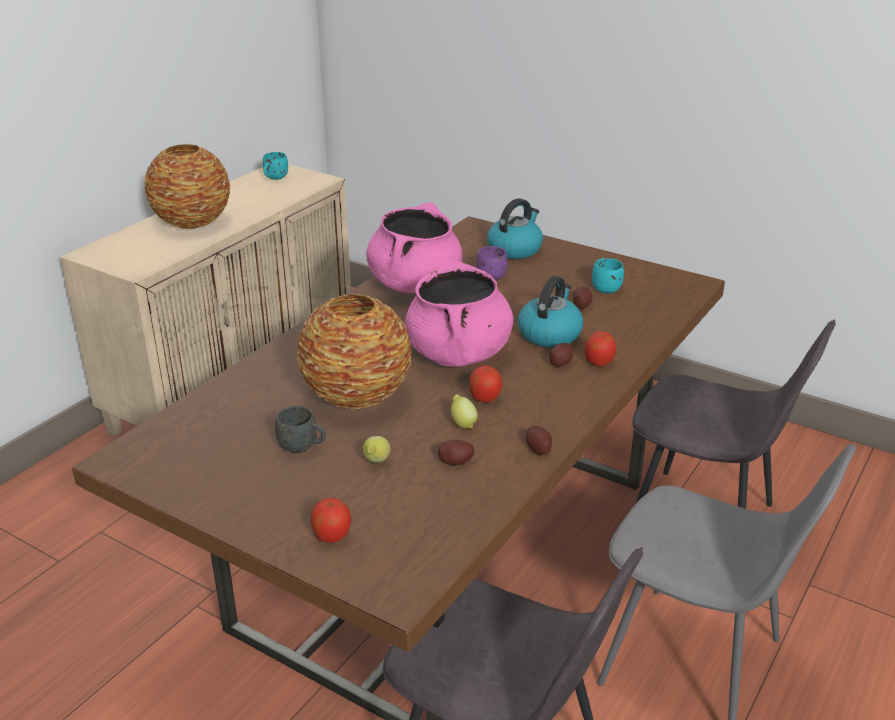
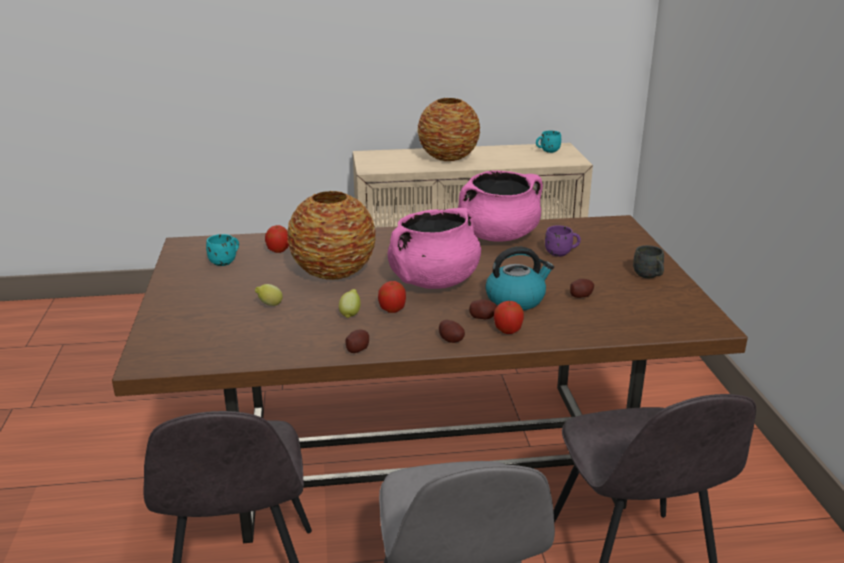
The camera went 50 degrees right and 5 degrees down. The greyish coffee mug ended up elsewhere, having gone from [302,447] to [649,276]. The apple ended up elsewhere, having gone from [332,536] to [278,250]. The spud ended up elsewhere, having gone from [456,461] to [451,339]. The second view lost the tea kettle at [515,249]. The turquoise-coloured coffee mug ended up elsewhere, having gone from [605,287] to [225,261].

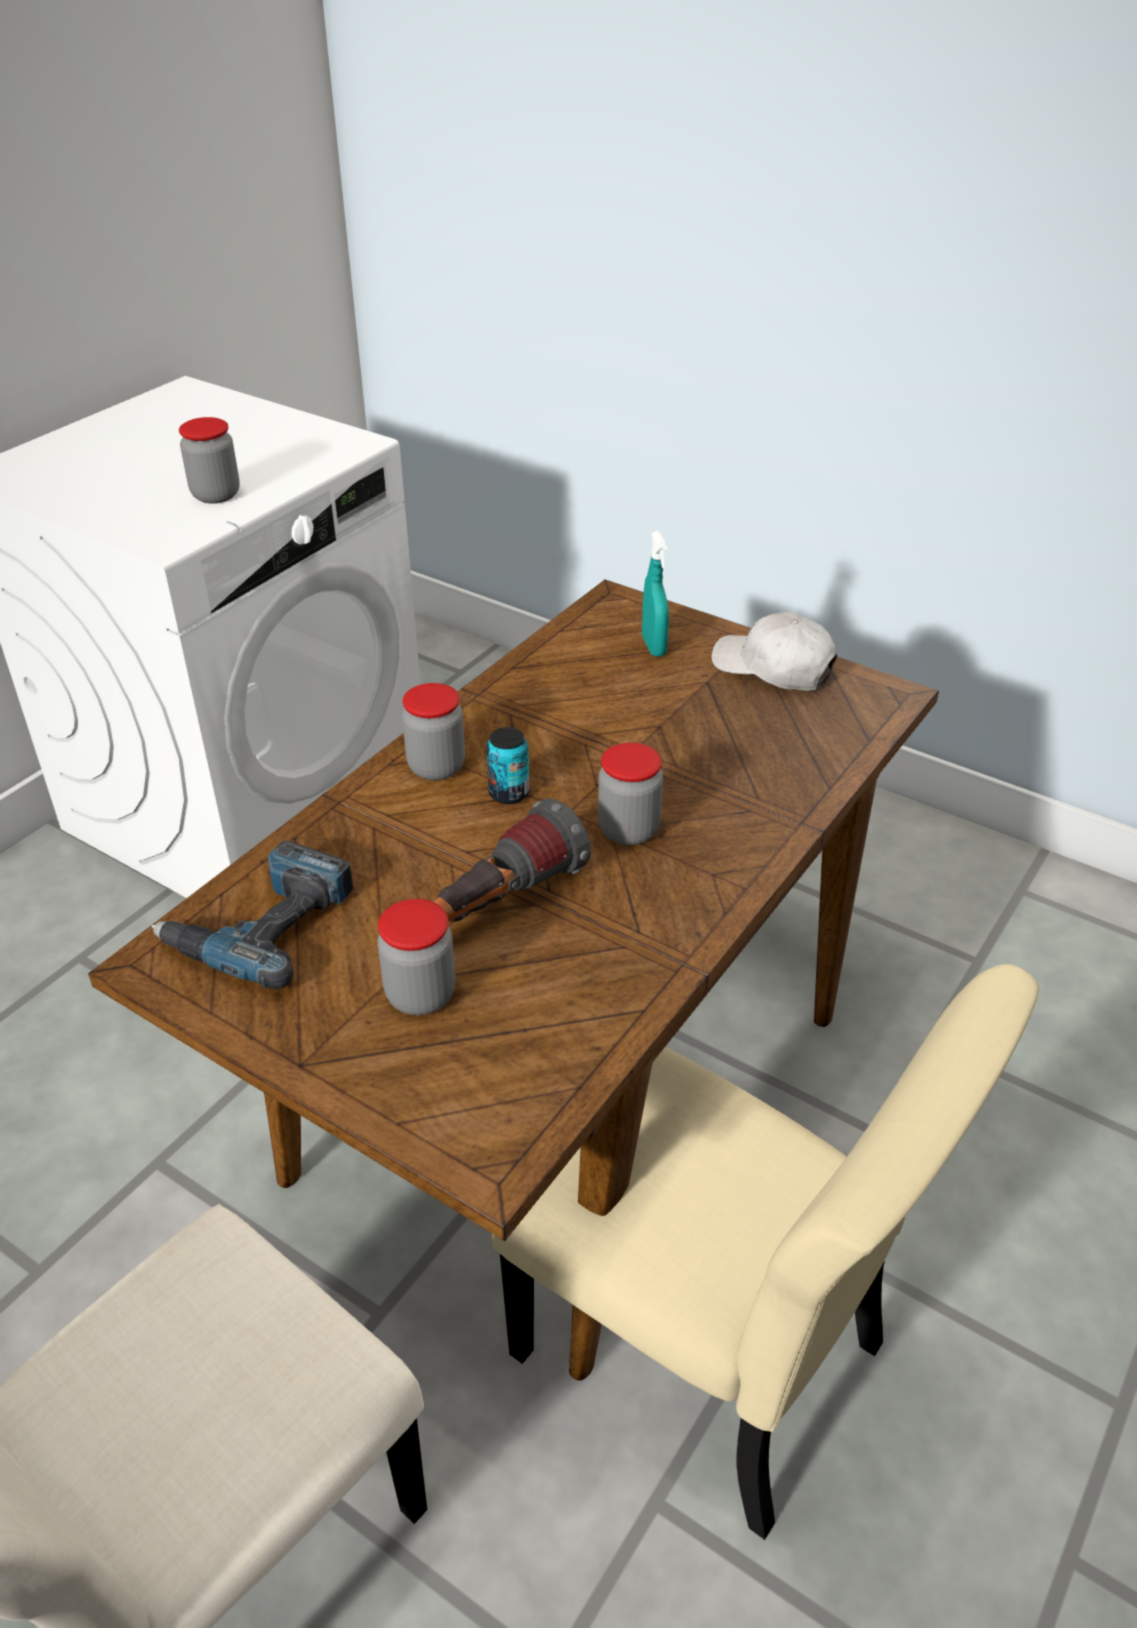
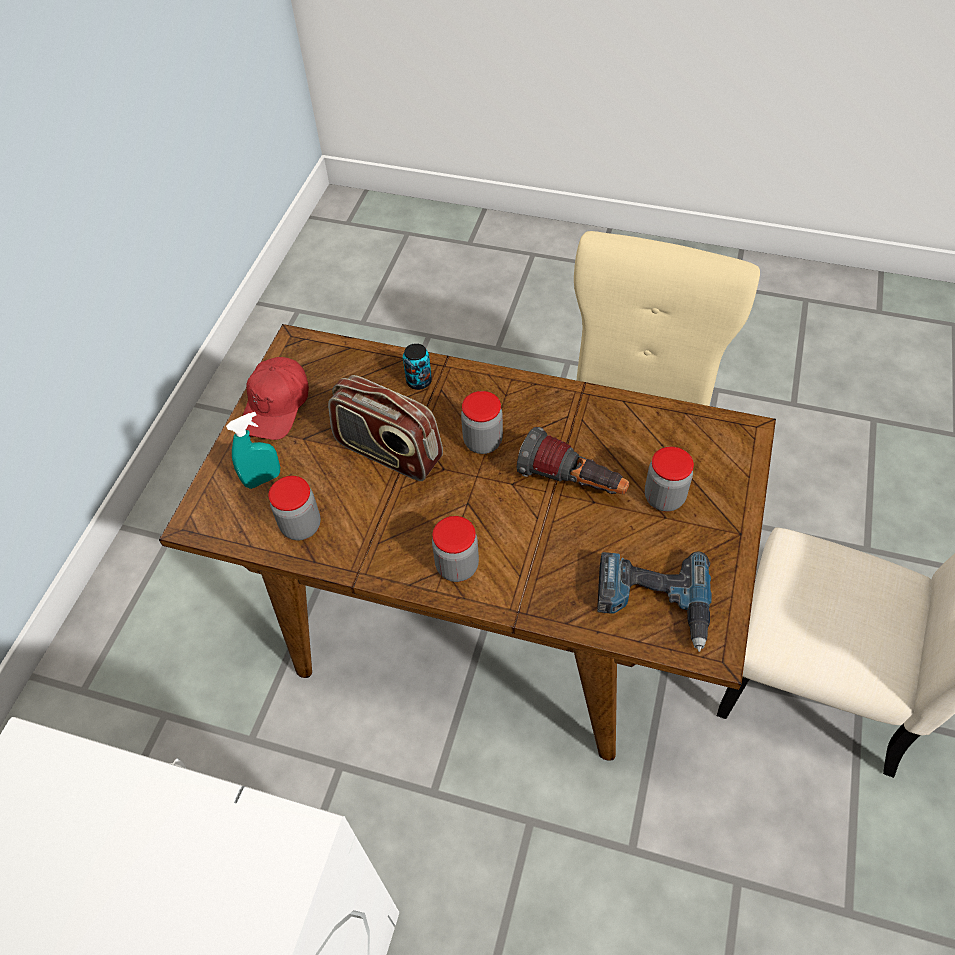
The camera went 105 degrees left and 15 degrees up. The preserve jar ended up elsewhere, having gone from [216,495] to [301,526]. The sealed can ended up elsewhere, having gone from [509,793] to [419,381]. What was the white-coloured cap at [773,668] turned into the red-coloured cap at [277,406]. The second view gained the radio at [388,452].

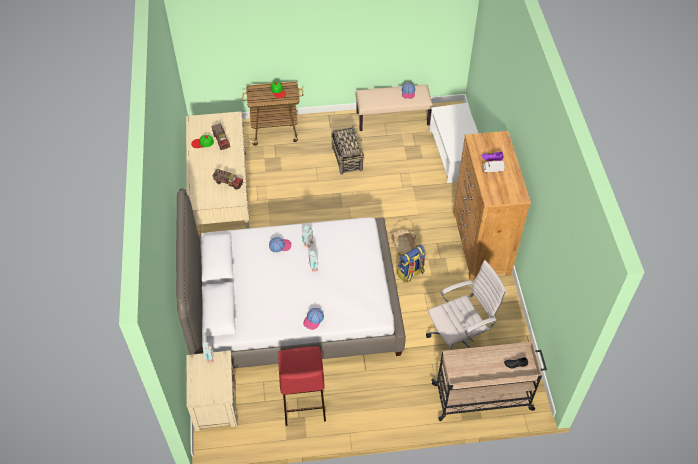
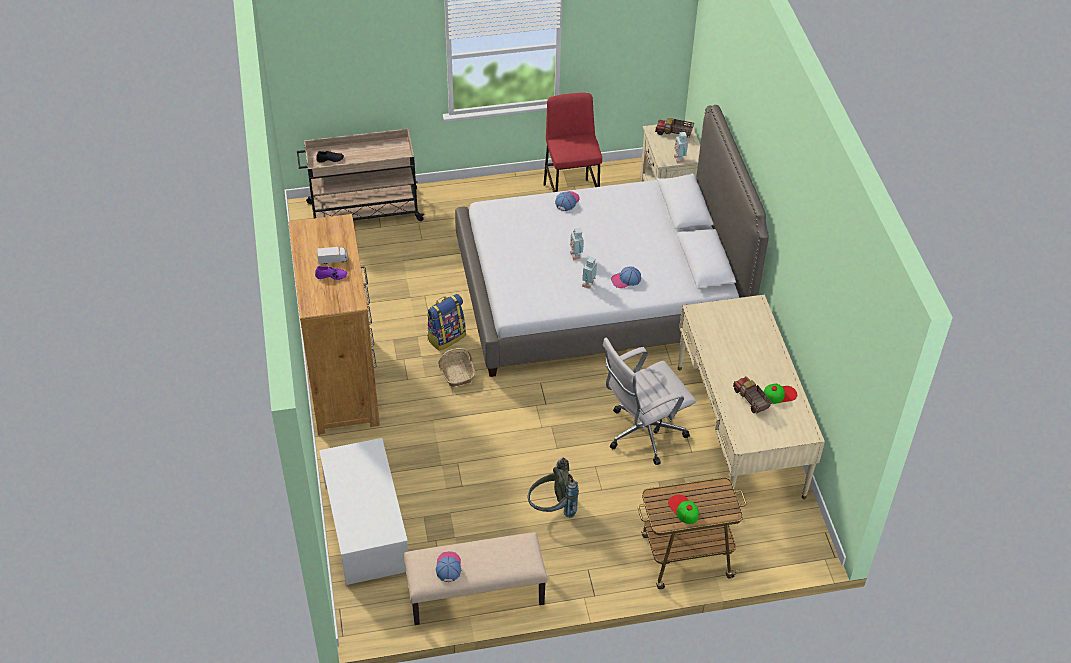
The camera went 175 degrees right and 5 degrees down. The toy truck ended up elsewhere, having gone from [228,182] to [674,134]. Where the basket stood at [347,158], the greyish backpack came to stand at [552,508]. The white-coloured desk chair ended up elsewhere, having gone from [459,340] to [642,434].

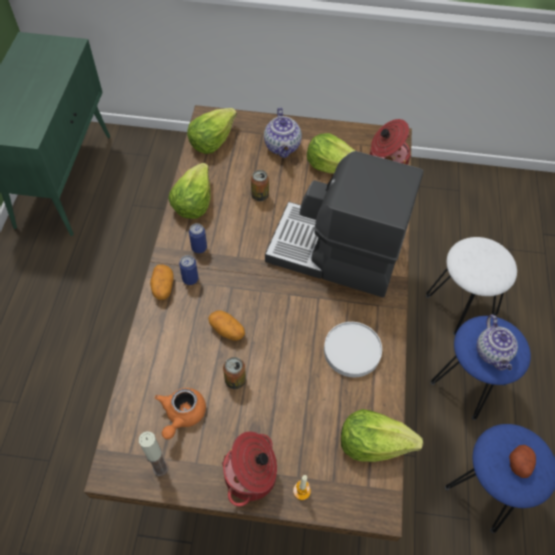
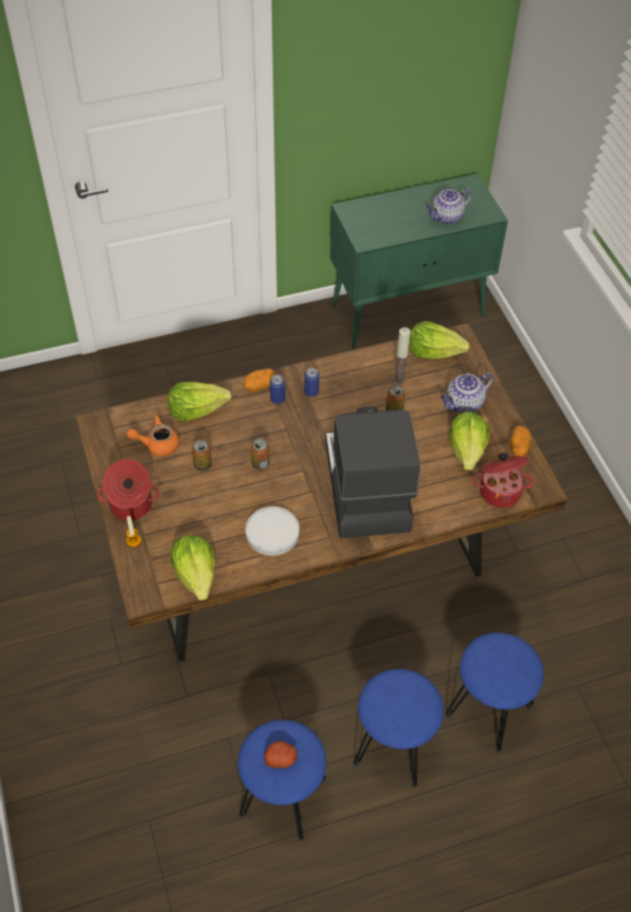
The camera went 65 degrees right and 5 degrees down. The wax light ended up elsewhere, having gone from [160,468] to [399,379]. The lettuce head ended up elsewhere, having gone from [193,201] to [197,409]. The spud ended up elsewhere, having gone from [227,330] to [518,447]. What was the white-coloured sitting stool at [461,306] turned into the bluish sitting stool at [488,711]. The tea pot ended up elsewhere, having gone from [493,353] to [446,217]. The second view gained the sealed can at [260,463].

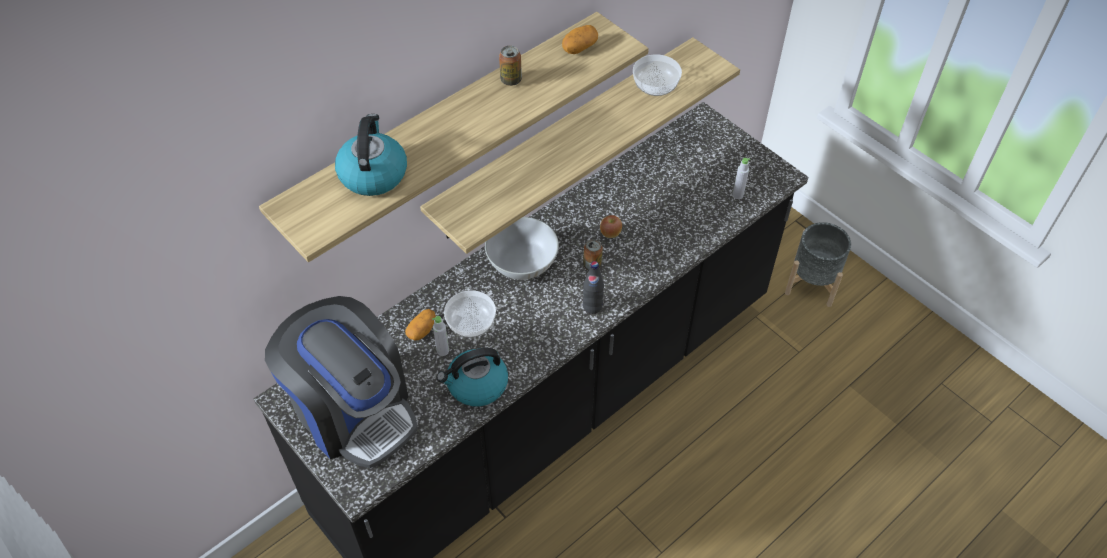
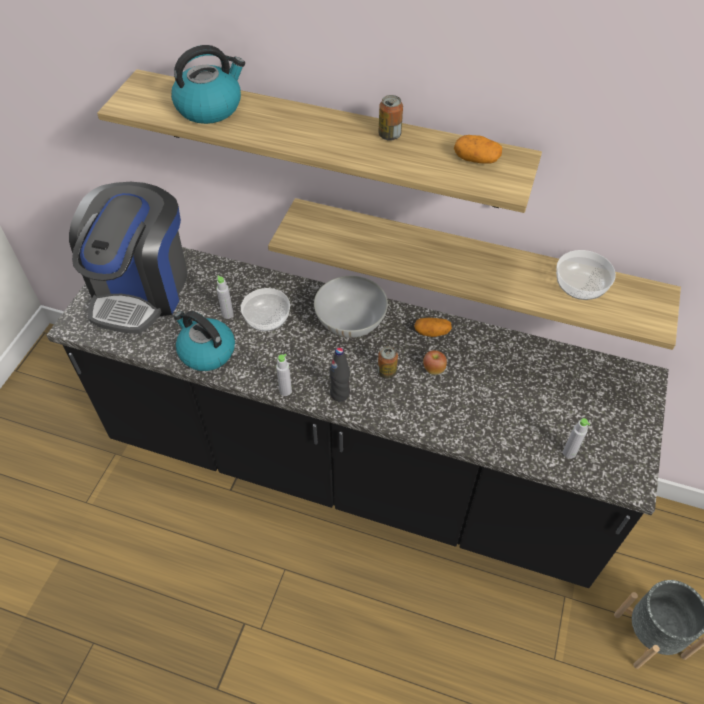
The camera went 60 degrees right and 0 degrees up. The spud ended up elsewhere, having gone from [422,330] to [432,332]. The second view gained the greyish bottle at [285,391].

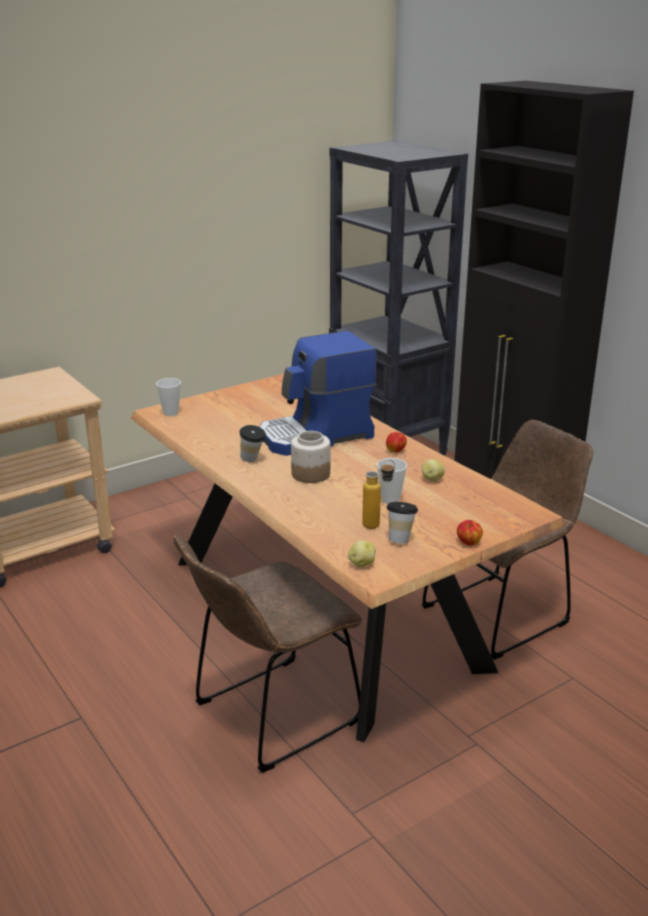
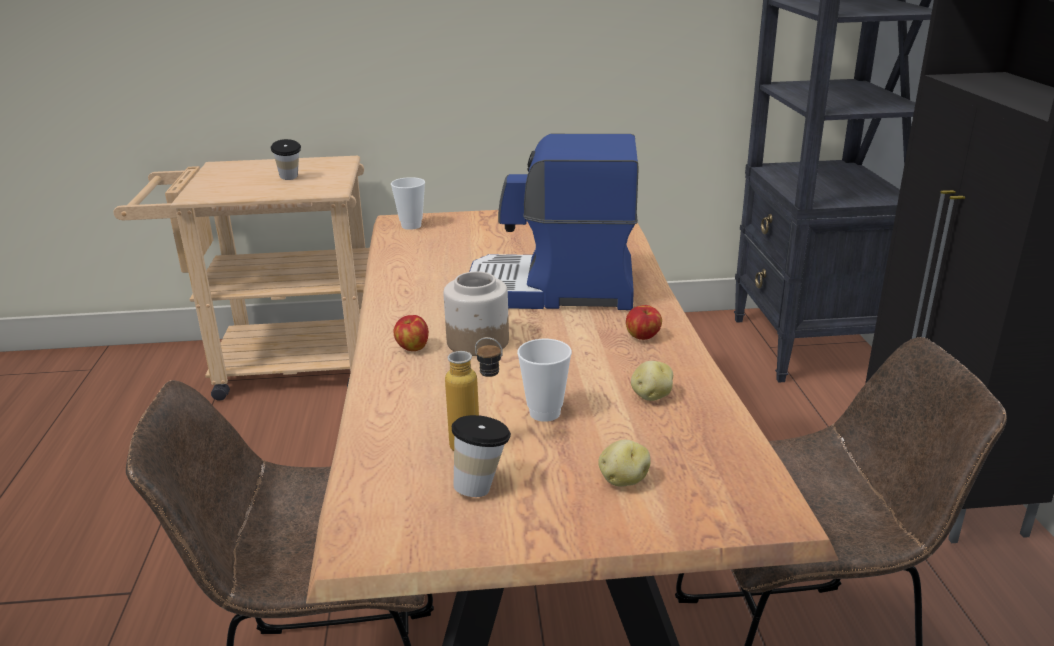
The camera went 30 degrees right and 0 degrees up. The drinking cup ended up elsewhere, having gone from [253,460] to [290,179]. The spud ended up elsewhere, having gone from [361,563] to [623,480]. The apple ended up elsewhere, having gone from [468,543] to [412,348].

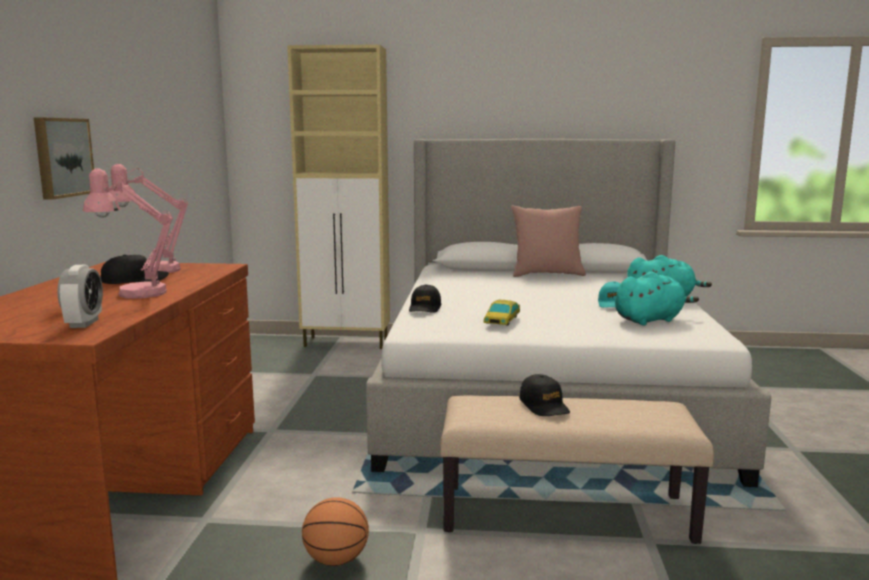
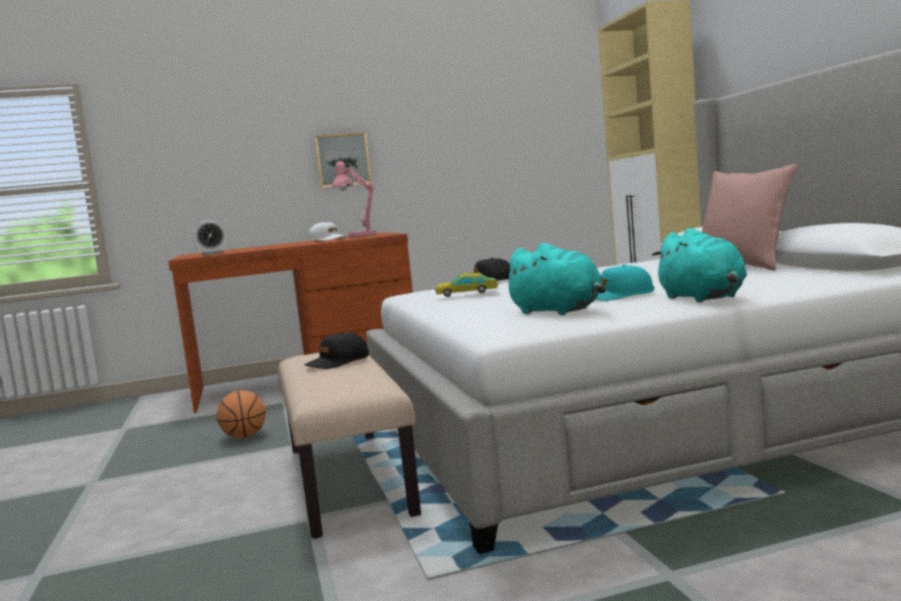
The camera went 70 degrees right and 5 degrees down. The second view lost the pink-coloured table lamp at [132,293]. What was the black-coloured cap at [134,280] turned into the white-coloured cap at [327,240].

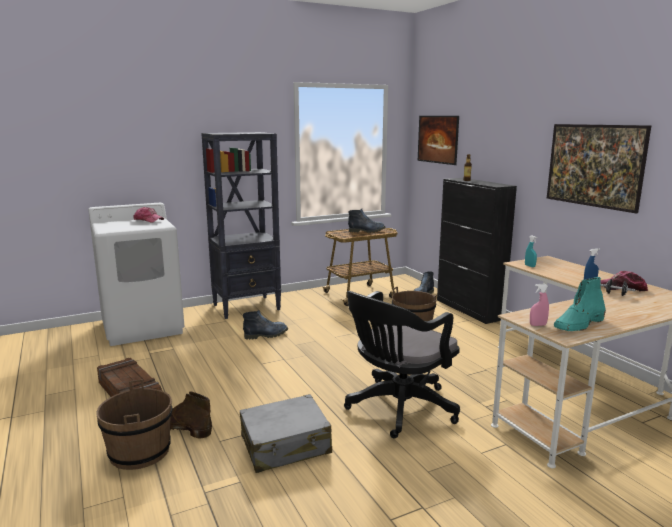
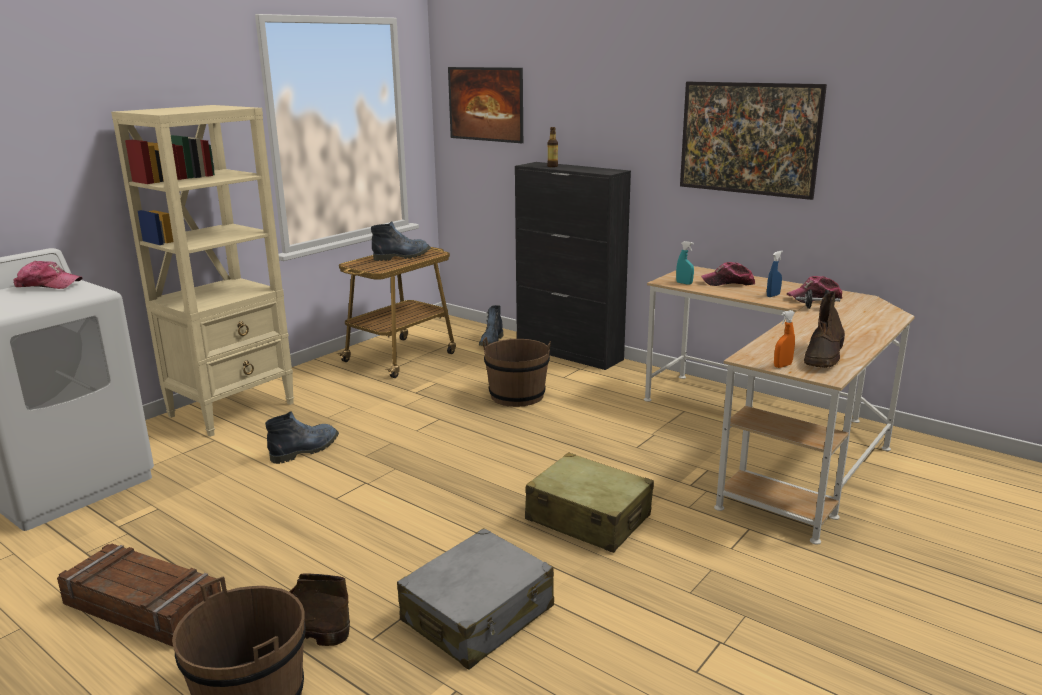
The camera went 25 degrees left and 5 degrees up. What was the black-coloured shelving unit at [247,307] turned into the beige-coloured shelving unit at [233,409]. Where the black-coloured desk chair stood at [397,409], the beige-coloured suitcase came to stand at [588,518]. What was the pink-coloured spray bottle at [538,325] turned into the orange-coloured spray bottle at [782,366]. What was the turquoise-coloured high-top boot at [579,325] turned into the brownish high-top boot at [823,356]. The second view gained the cap at [728,282].

